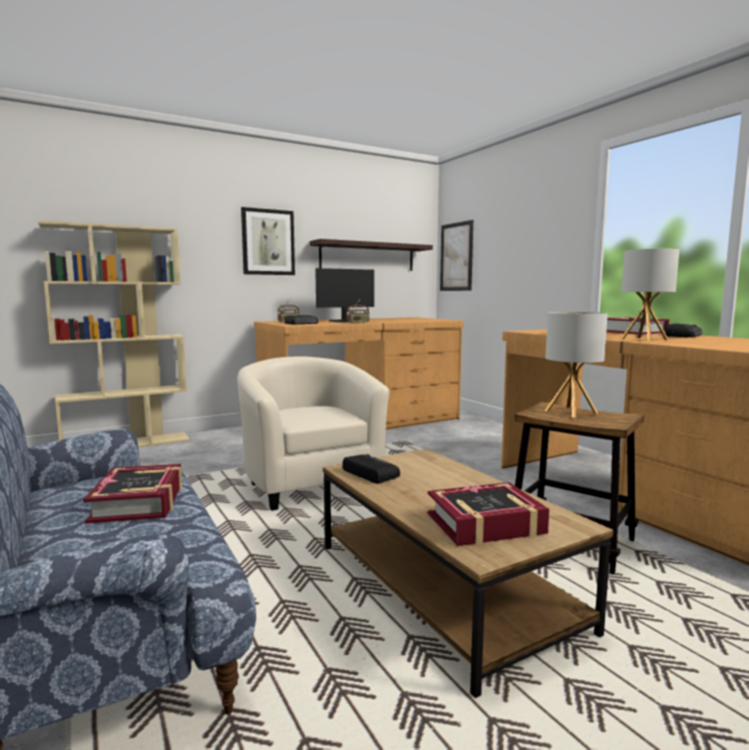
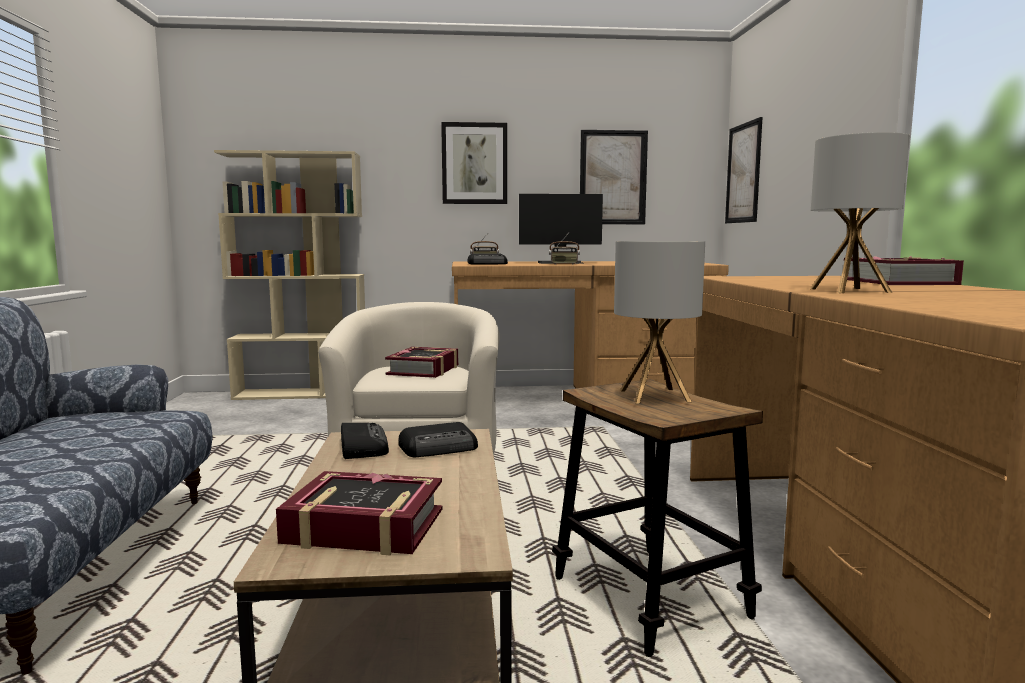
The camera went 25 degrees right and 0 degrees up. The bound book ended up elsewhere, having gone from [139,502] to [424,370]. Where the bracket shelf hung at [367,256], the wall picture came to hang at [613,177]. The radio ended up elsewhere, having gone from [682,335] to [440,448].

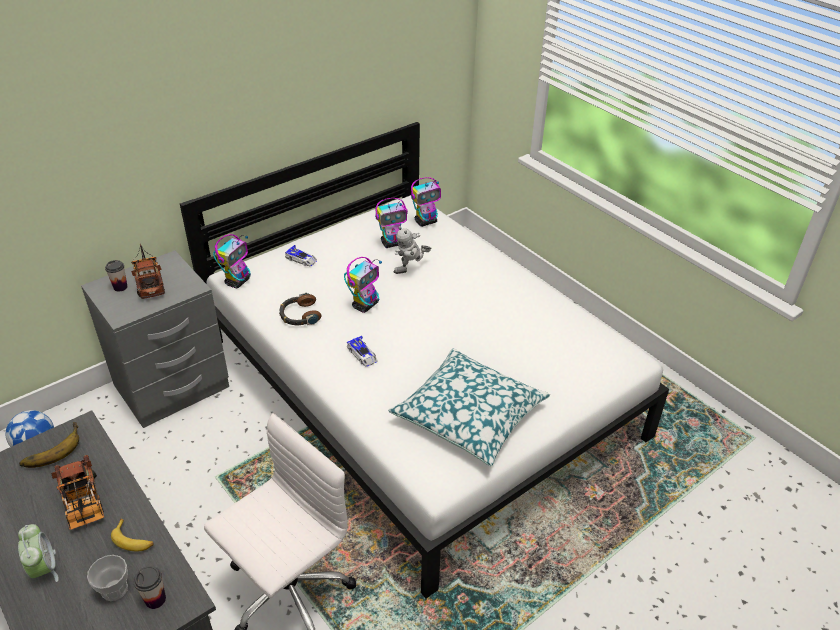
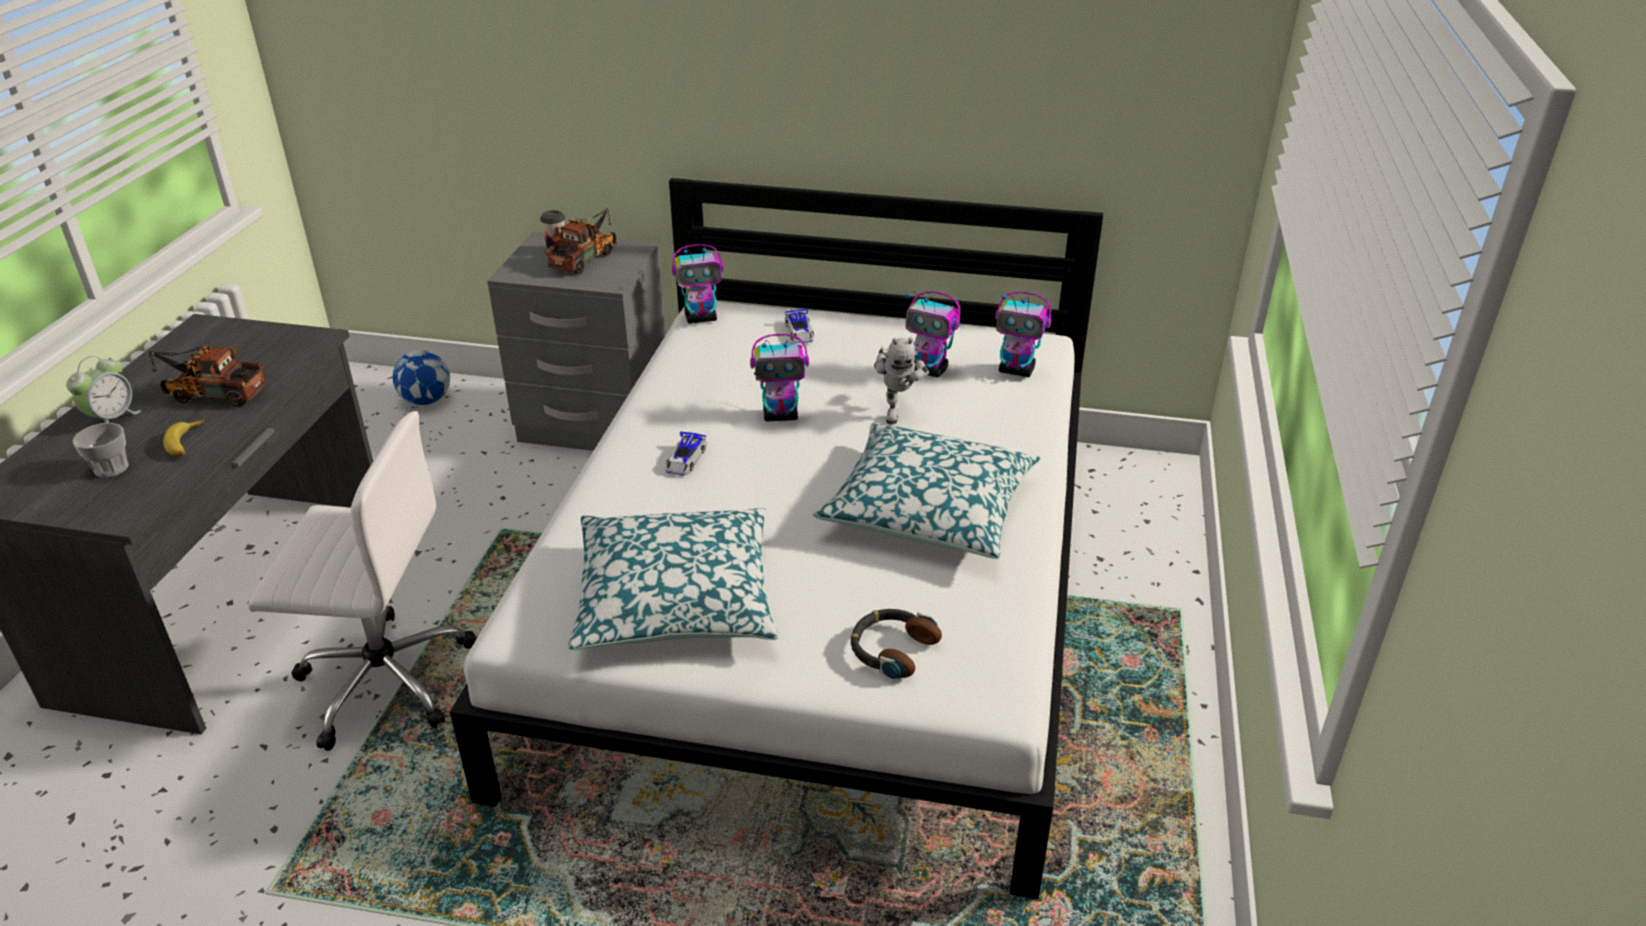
The camera went 50 degrees right and 5 degrees down. The second view lost the banana fruit at [51,449]. The toy truck at [83,505] ended up facing another way, 75 degrees clockwise from before. The second view lost the drinking cup at [155,599]. The headphones ended up elsewhere, having gone from [299,315] to [891,649]. The robot figure at [411,270] ended up facing another way, 105 degrees counterclockwise from before. The second view gained the throw pillow at [929,508].

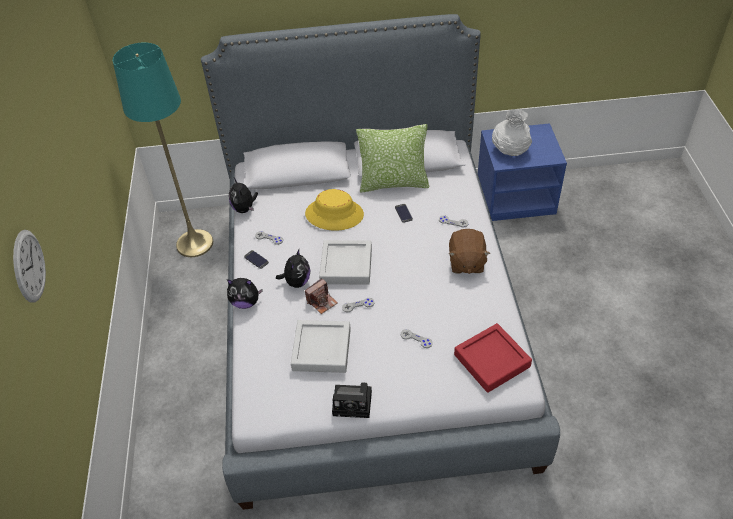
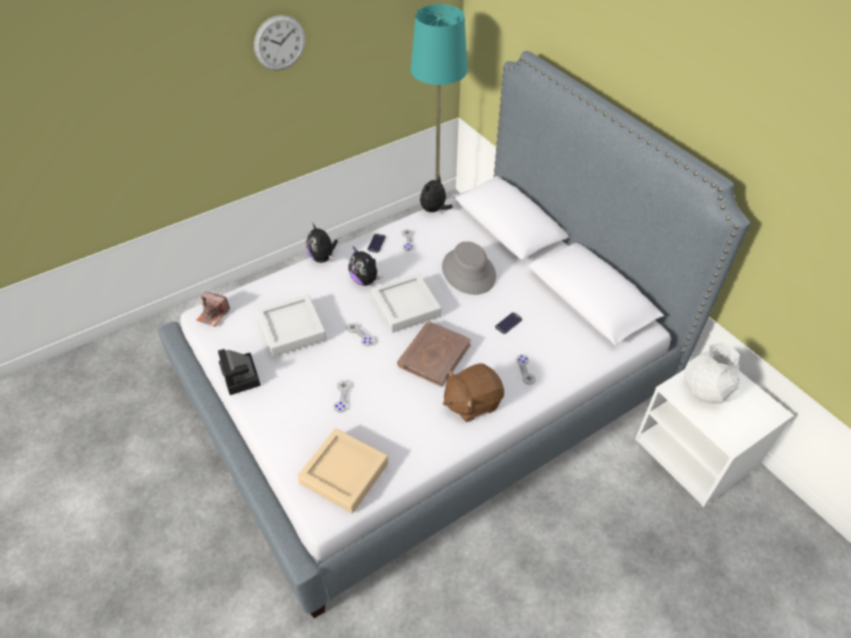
The camera went 60 degrees right and 0 degrees up. The clock on the wall ended up elsewhere, having gone from [29,266] to [279,43]. The cuddly toy at [297,282] ended up facing another way, 60 degrees clockwise from before. What was the yellow-coloured clothing hat at [334,214] turned into the greyish clothing hat at [469,272]. The still camera ended up elsewhere, having gone from [322,302] to [213,315]. The second view lost the throw pillow at [393,183]. What was the red-coloured carrying tray at [492,361] turned into the beige-coloured carrying tray at [344,473]. What was the bluish night table at [516,197] turned into the white-coloured night table at [697,453]. The second view gained the brownish bound book at [434,355].

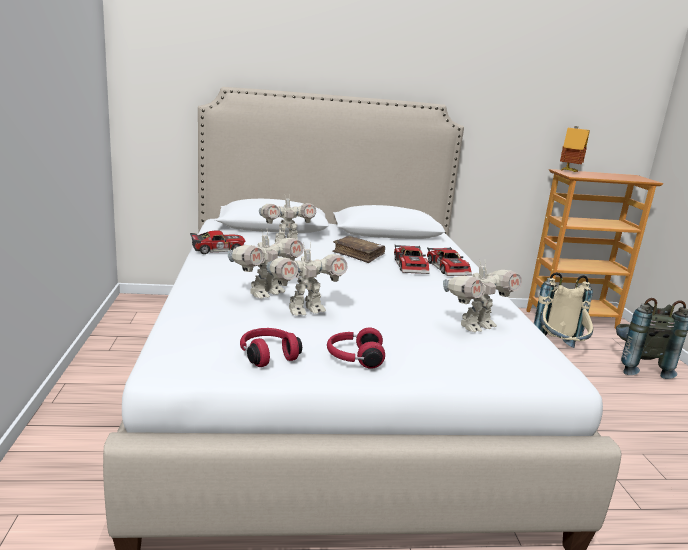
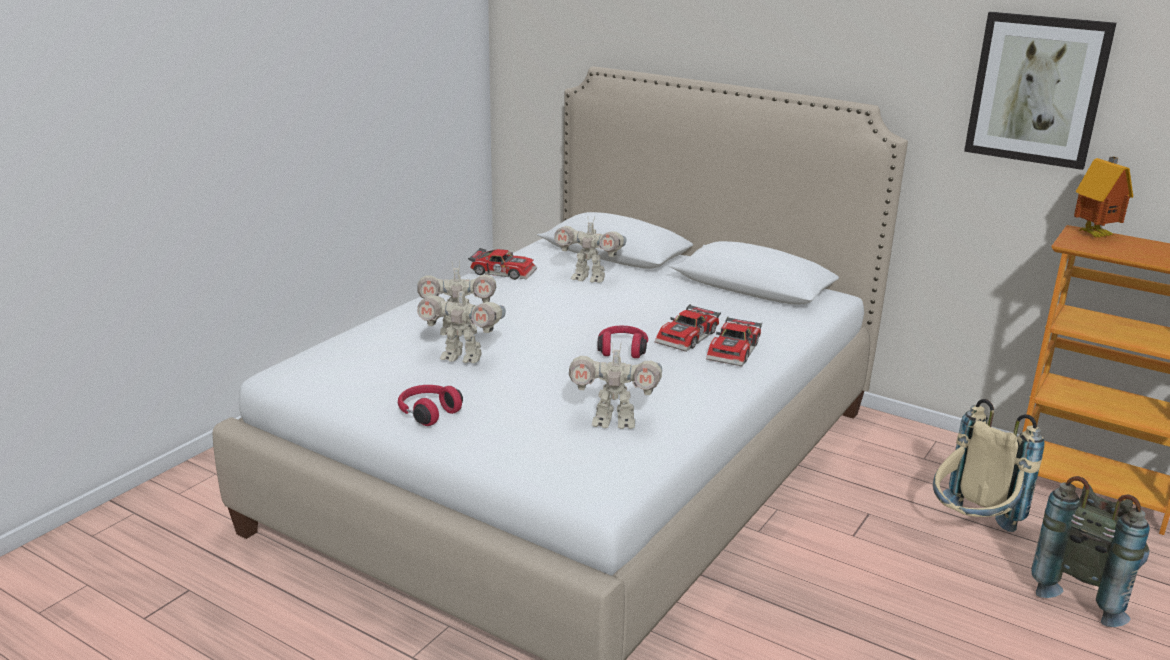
The camera went 40 degrees right and 5 degrees up. The red-coloured headphones ended up elsewhere, having gone from [268,355] to [622,350]. The second view lost the brownish bound book at [358,254]. The second view gained the wall picture at [1037,89].

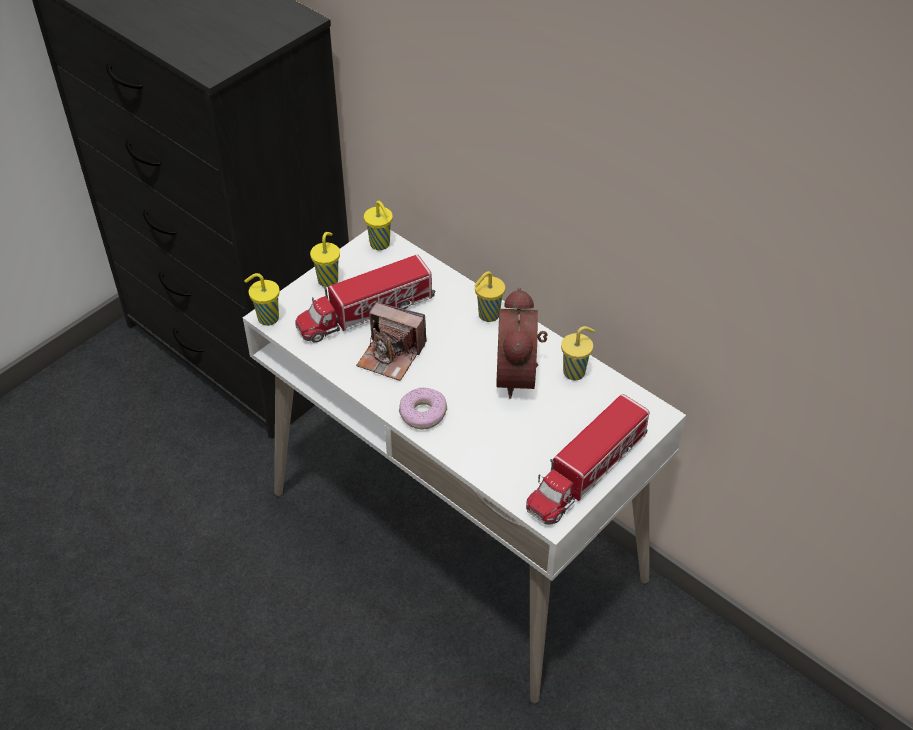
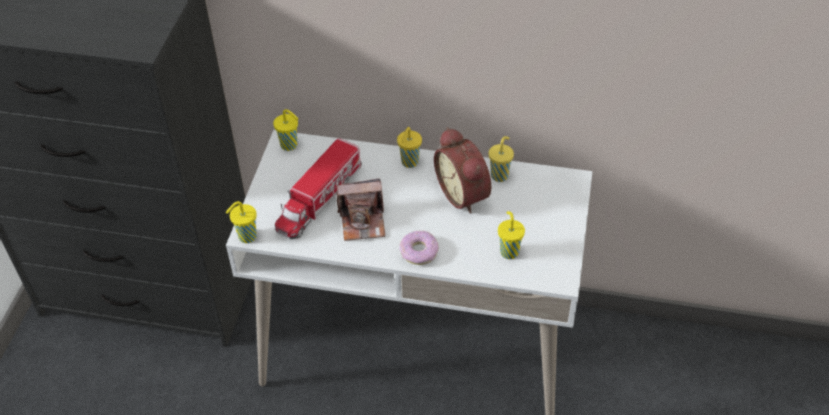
The camera went 30 degrees left and 0 degrees up. The yellow-coloured drinking cup ended up elsewhere, having gone from [328,279] to [509,251]. The second view lost the toy truck at [586,472].

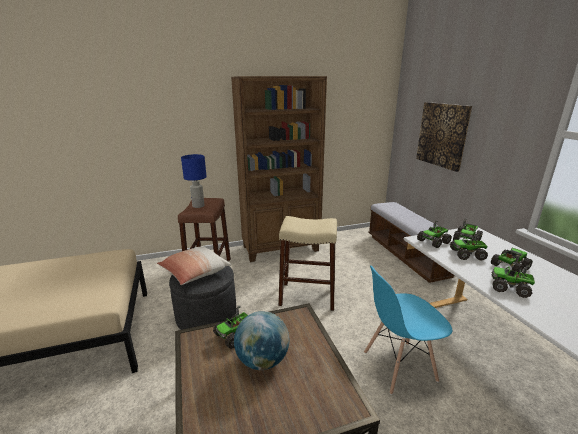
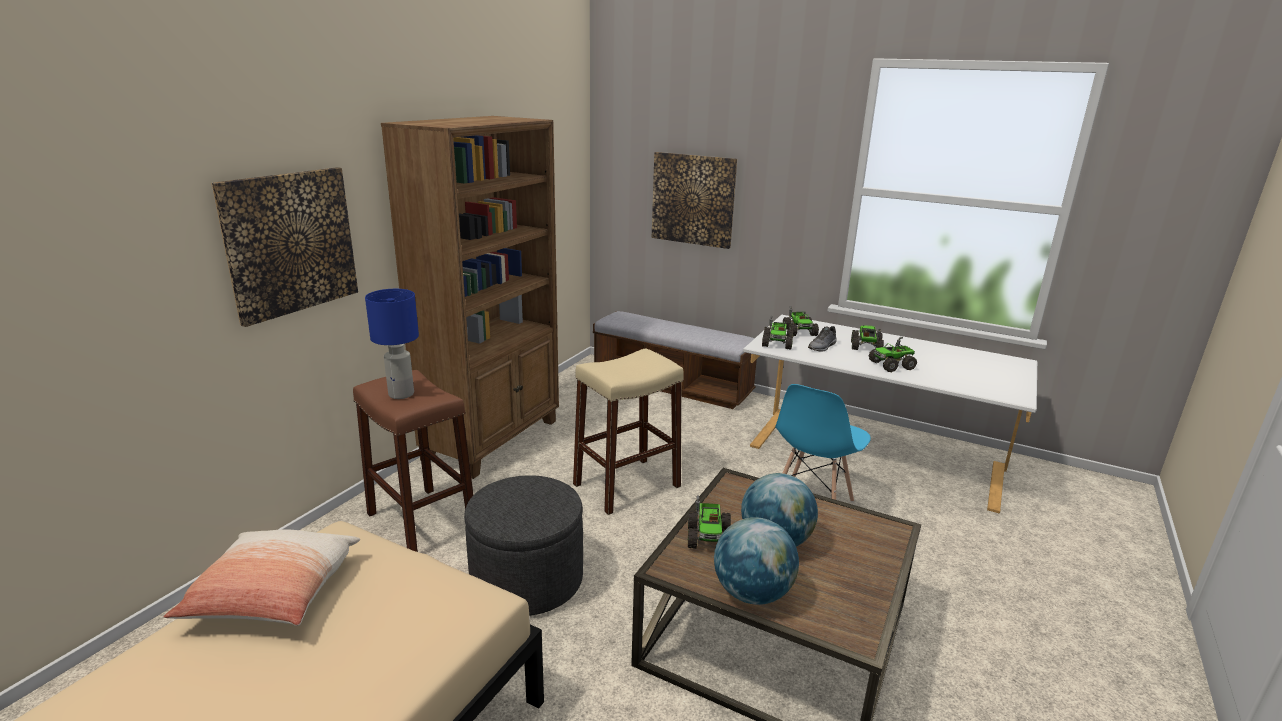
The camera went 45 degrees left and 0 degrees up. The throw pillow ended up elsewhere, having gone from [194,273] to [273,595]. Where the toy truck stood at [467,254], the greyish item of footwear came to stand at [822,347]. The second view gained the wall picture at [290,243]. The second view gained the globe at [752,593].

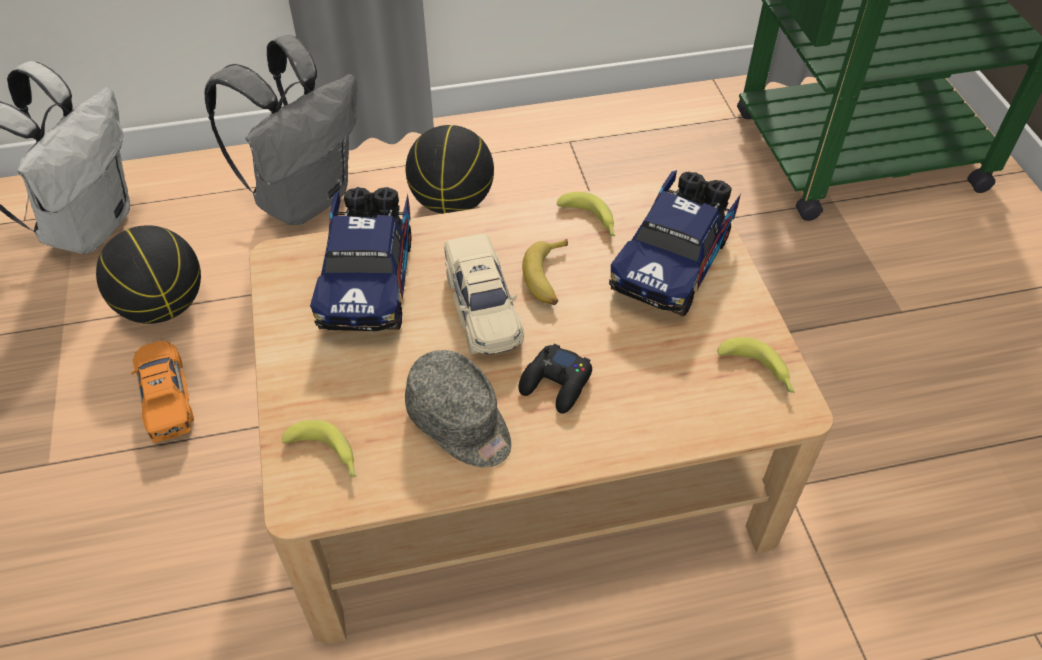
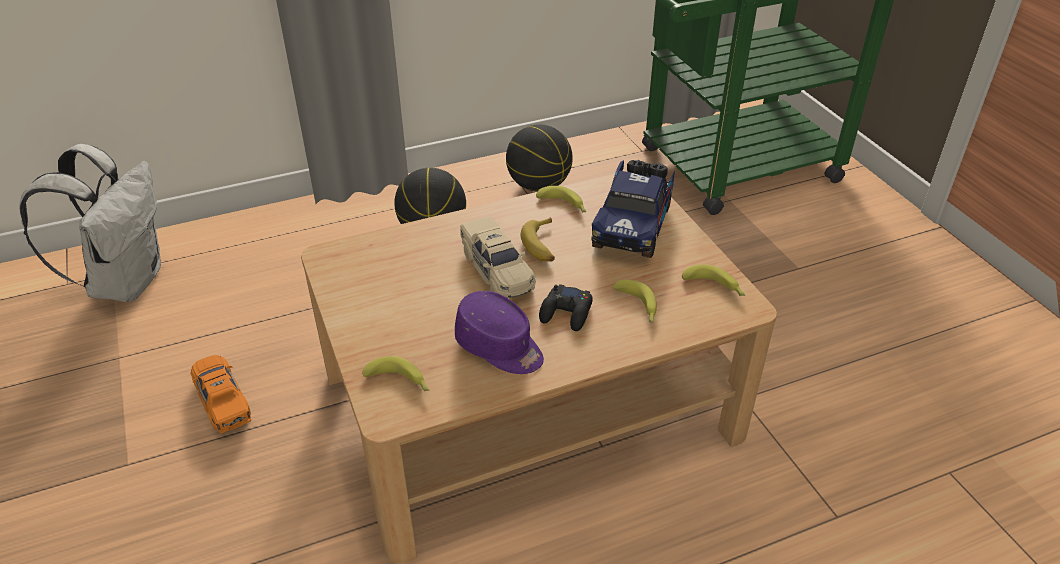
The camera went 10 degrees left and 10 degrees down. The ball for basketball ended up elsewhere, having gone from [163,306] to [539,185]. The second view lost the greyish backpack at [305,198]. The second view lost the toy truck at [369,277]. What was the greyish cap at [460,423] turned into the purplish cap at [500,347]. The second view gained the banana fruit at [638,307].

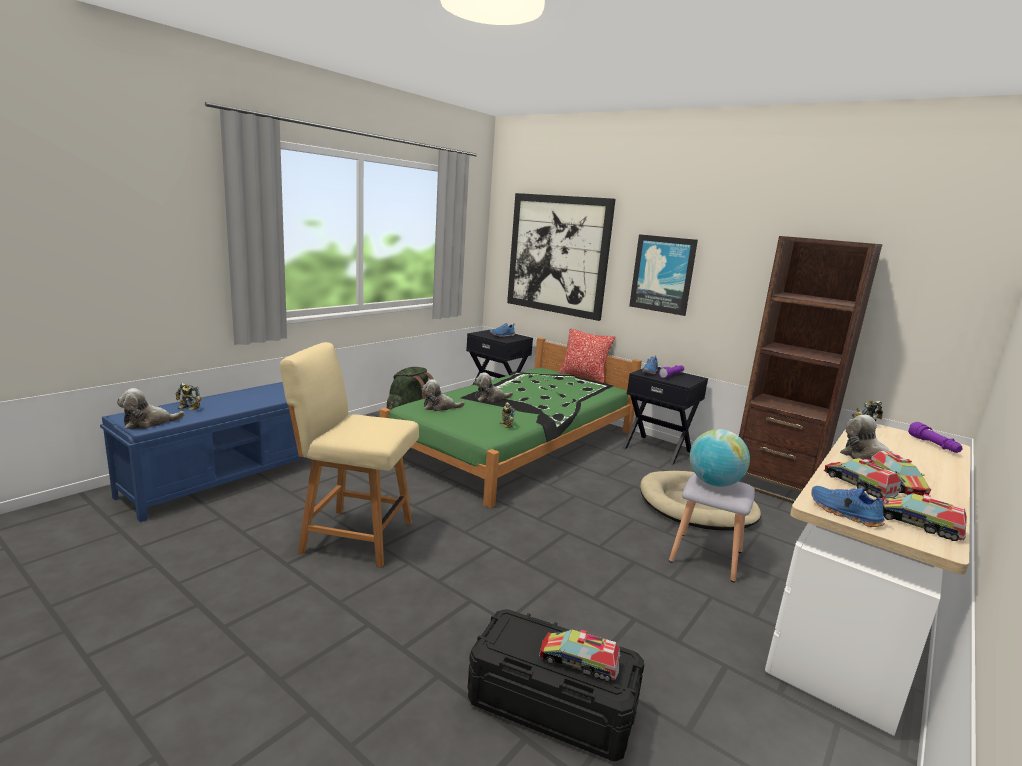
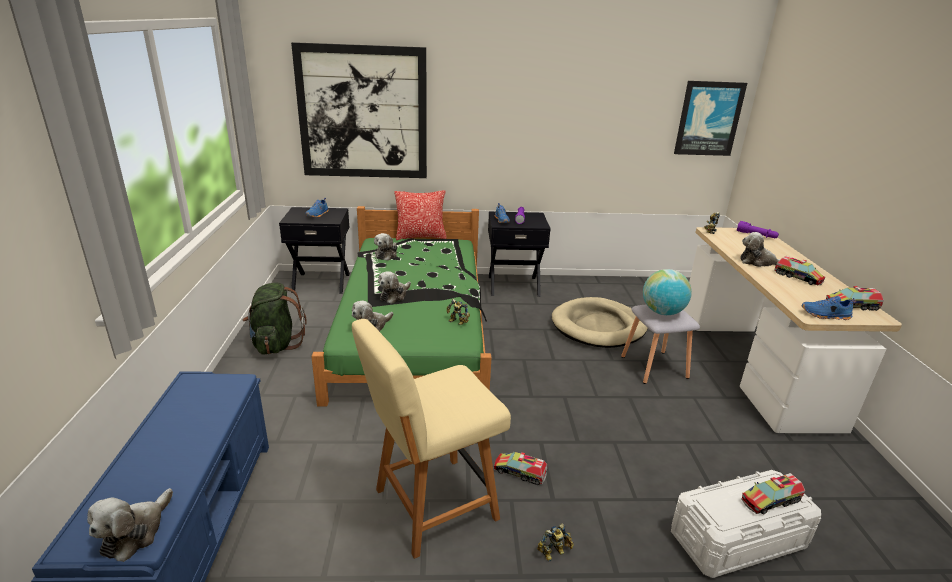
The camera went 40 degrees left and 10 degrees up. The robot figure ended up elsewhere, having gone from [188,409] to [554,553]. What was the black-coloured storage bin at [552,705] turned into the white-coloured storage bin at [737,539]. The wall picture ended up elsewhere, having gone from [662,274] to [708,118]. The second view lost the brownish shelving unit at [774,486]. The toy truck ended up elsewhere, having gone from [858,485] to [520,472]. The second view gained the cuddly toy at [387,254].

